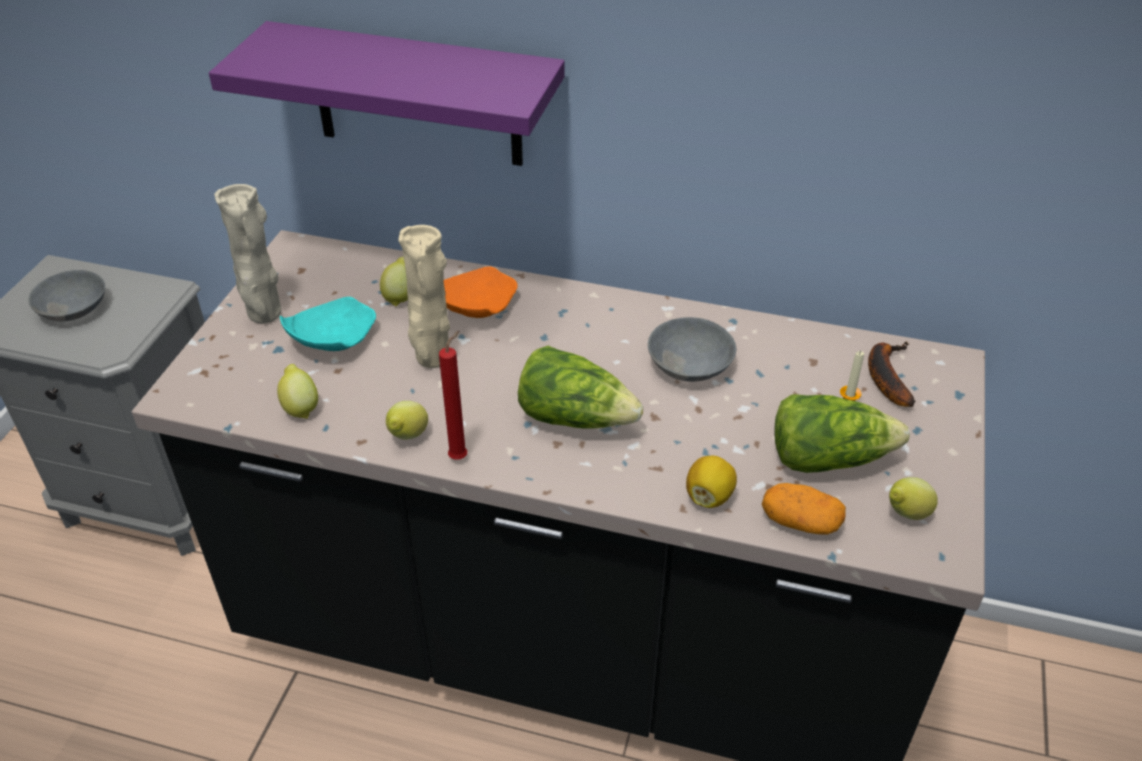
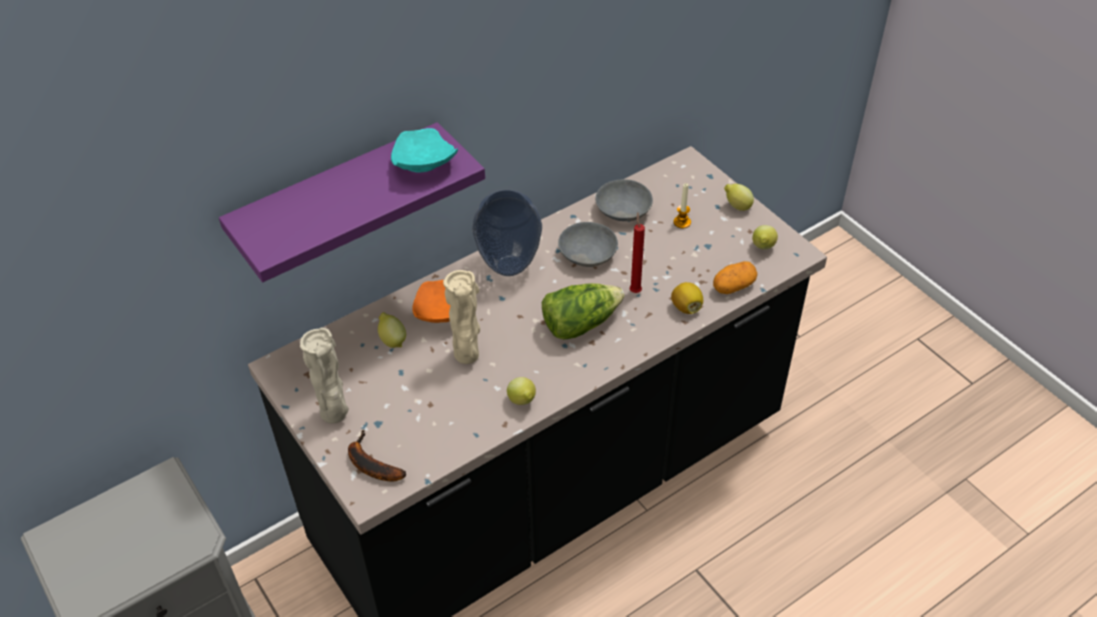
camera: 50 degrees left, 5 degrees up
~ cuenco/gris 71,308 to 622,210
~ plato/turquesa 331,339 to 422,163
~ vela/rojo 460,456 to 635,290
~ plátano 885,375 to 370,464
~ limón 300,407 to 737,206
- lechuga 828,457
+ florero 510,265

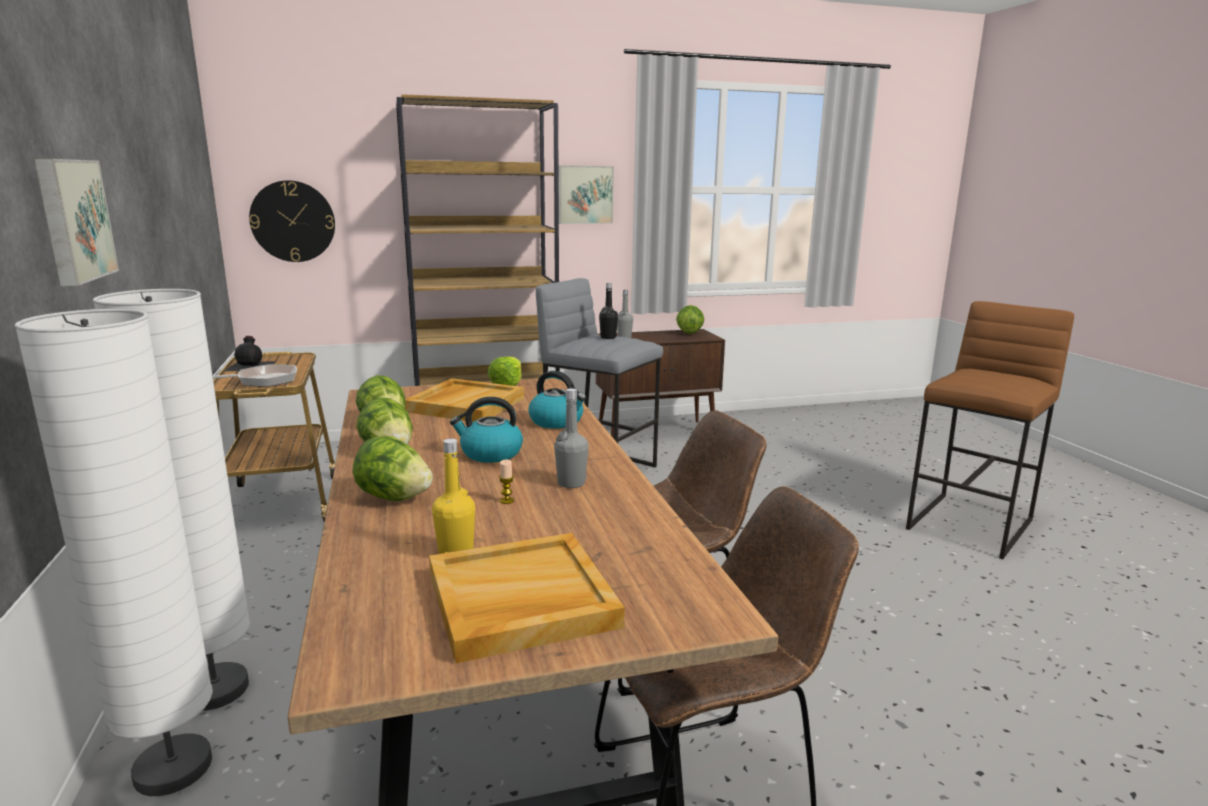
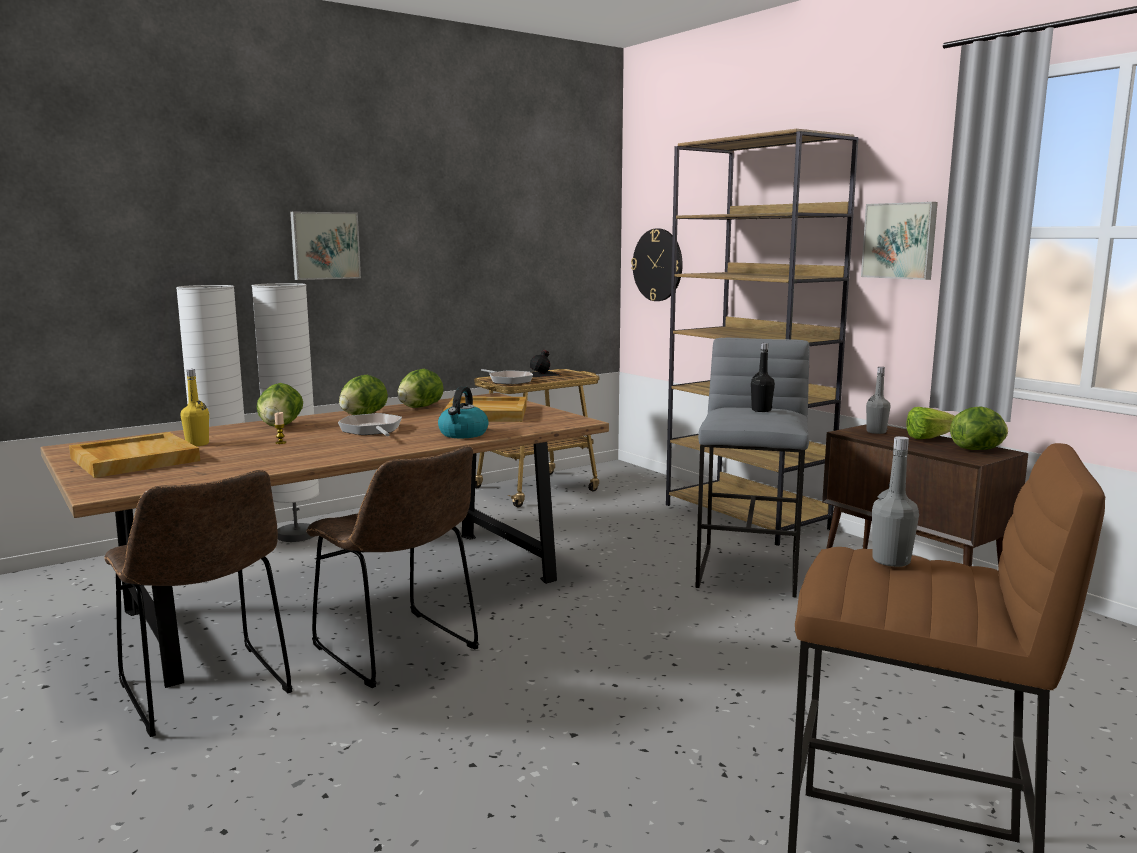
camera: 70 degrees right, 5 degrees down
~ lechuga 510,384 to 933,438
~ botella/gris 571,483 to 891,561
~ hervidor 490,454 to sartén 372,430

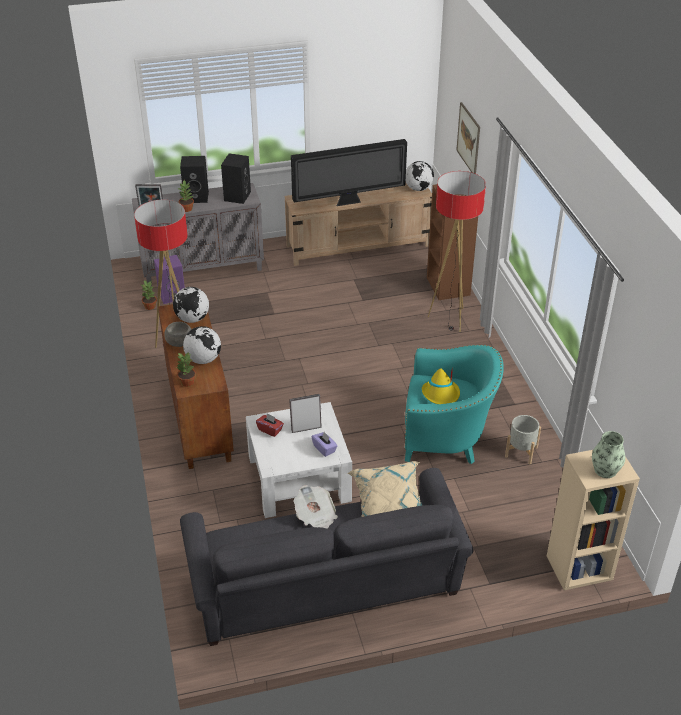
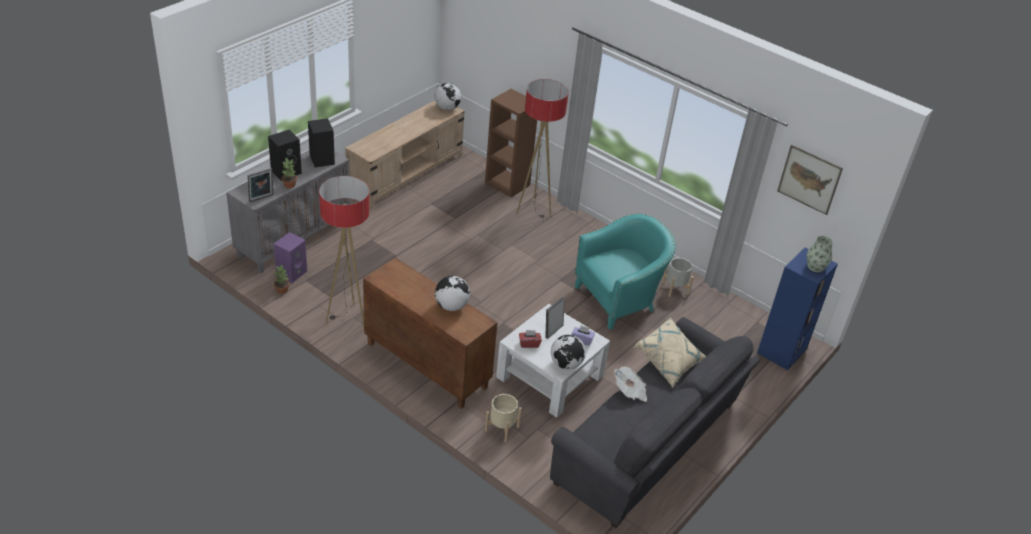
camera: 40 degrees left, 0 degrees up
~ cuadro 468,139 to 809,179
- televisor 349,202
~ globo terráqueo 192,319 to 566,364
- cuenco/gris 179,342
- planta en maceta 187,382
- sombrero/amarillo 441,394
~ estantería/beis 579,568 to estantería/azul 782,351
+ maceta/beis 502,428

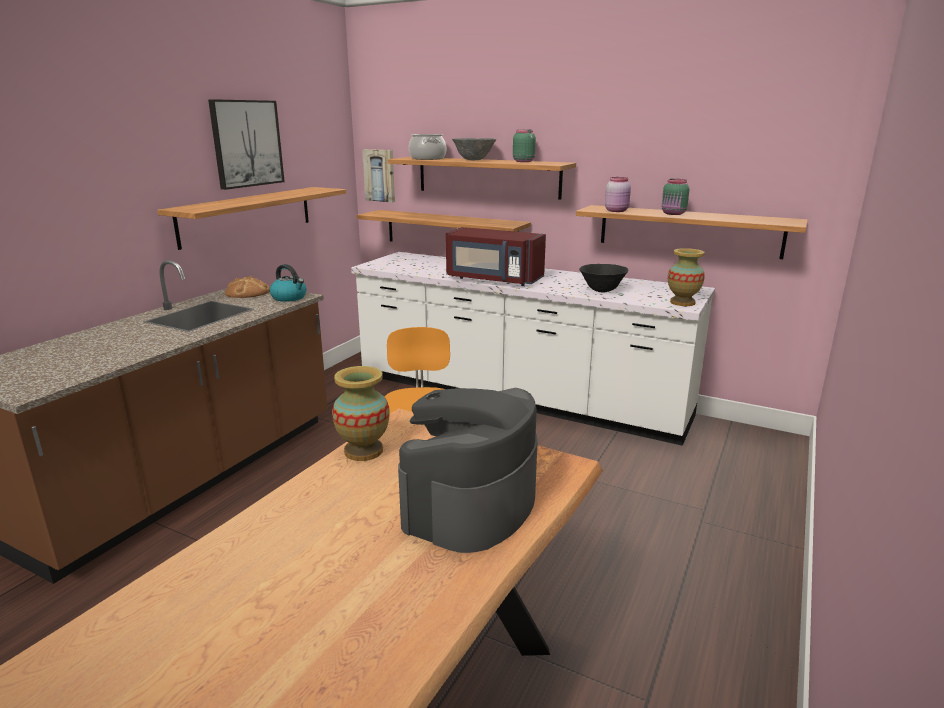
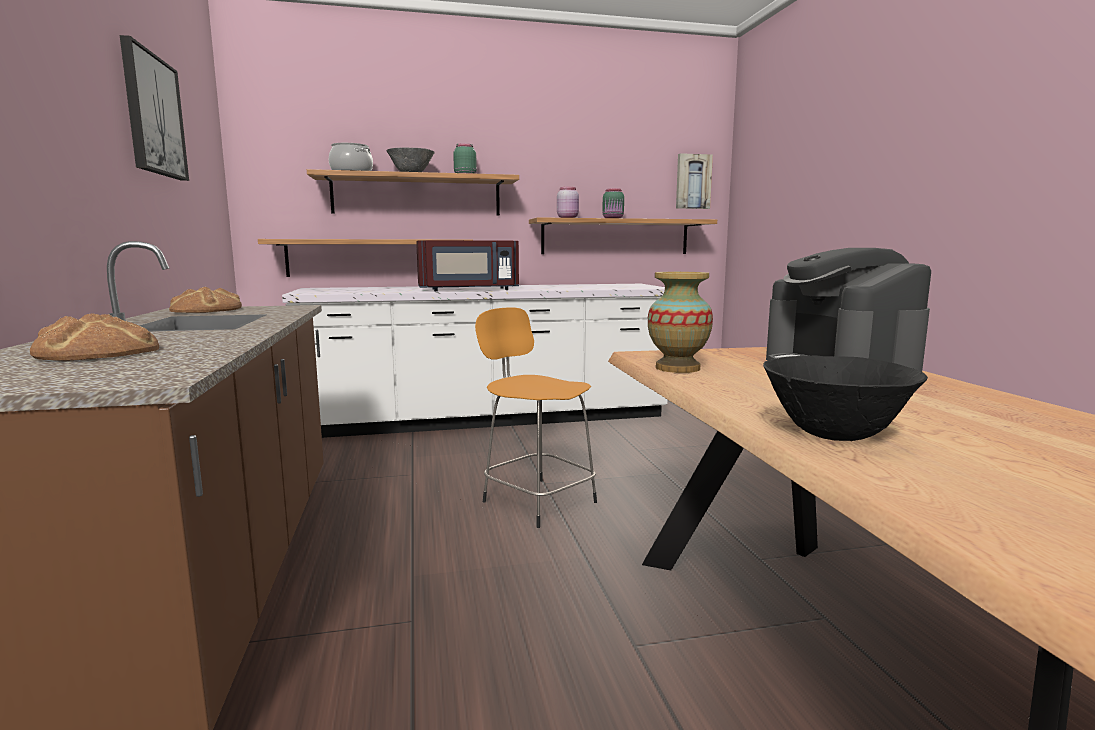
camera: 40 degrees left, 10 degrees down
~ cuadro 380,175 to 693,181
- estante 247,215
- florero 682,303
- hervidor 289,297
~ cuenco/negro 602,291 to 834,436
+ pan 97,352

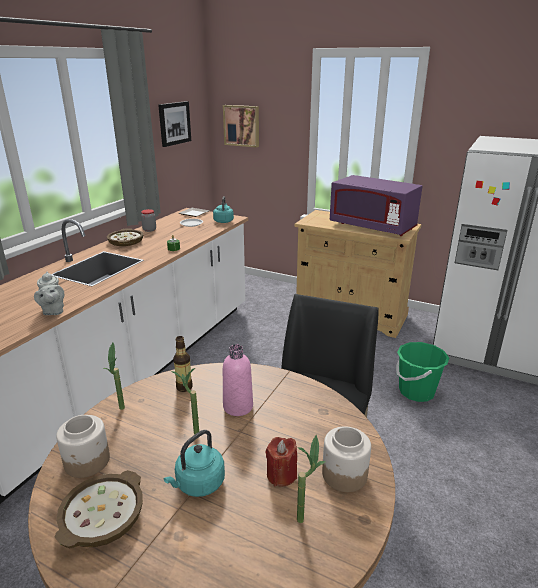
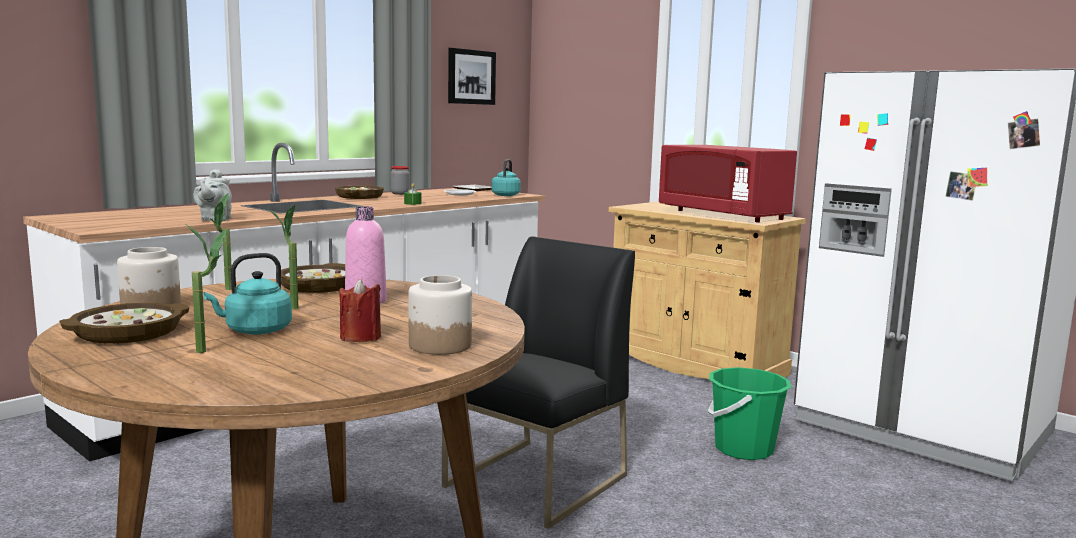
camera: 15 degrees right, 15 degrees down
- cuadro 242,125
~ microondas/morado 372,227 to microondas/rojo 723,215
~ botella 184,387 to cuenco 317,286
~ planta en maceta 305,515 to 211,350

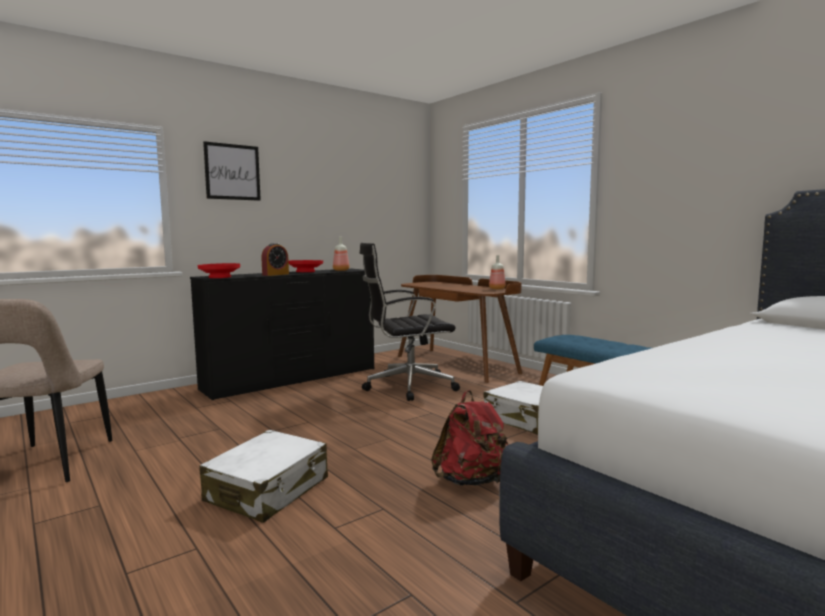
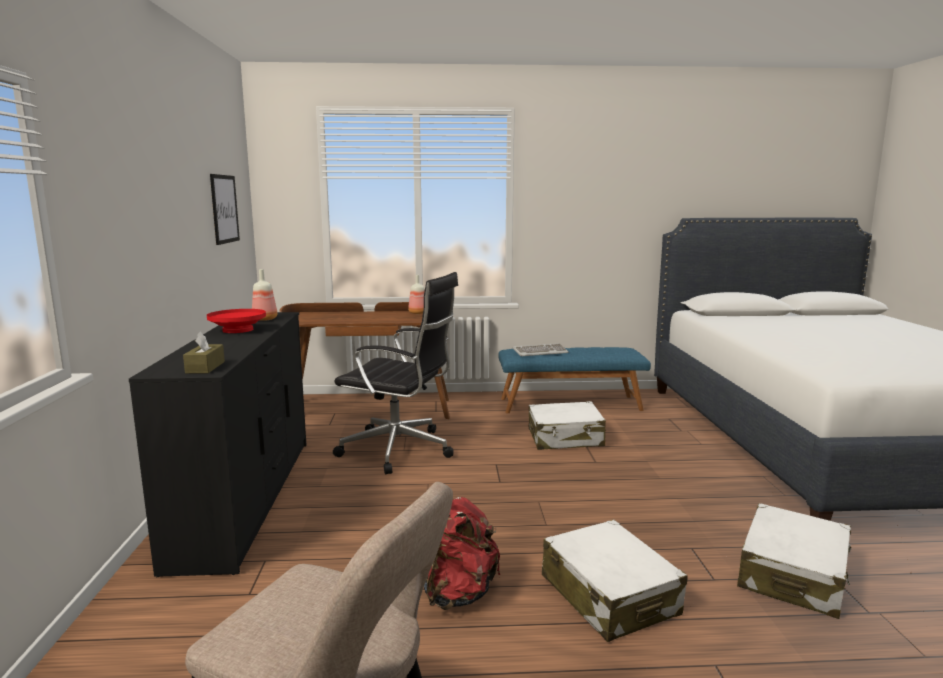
camera: 55 degrees left, 5 degrees up
~ cuadro 232,172 to 224,209
- despertador 275,274
~ silla de oficina/negro 407,386 = 400,450 90 degrees counterclockwise
~ cuenco/rojo 219,277 to caja de pañuelos/marrón 205,367
~ mochila/rojo 472,481 to 459,593
+ teclado 540,352
+ maleta/blanco 793,575

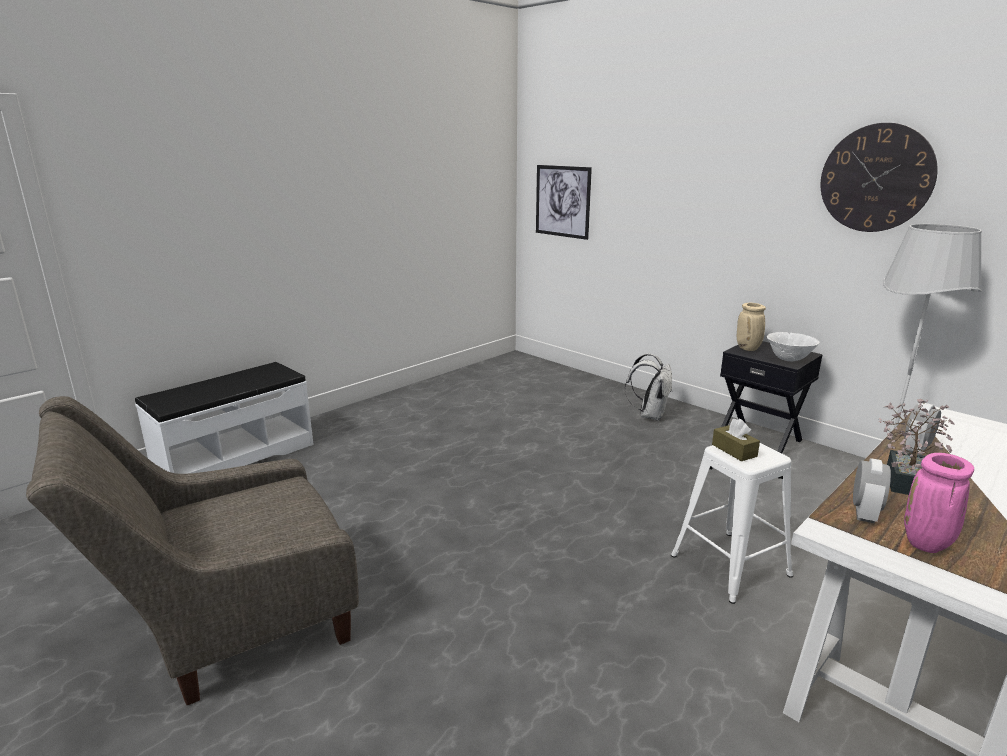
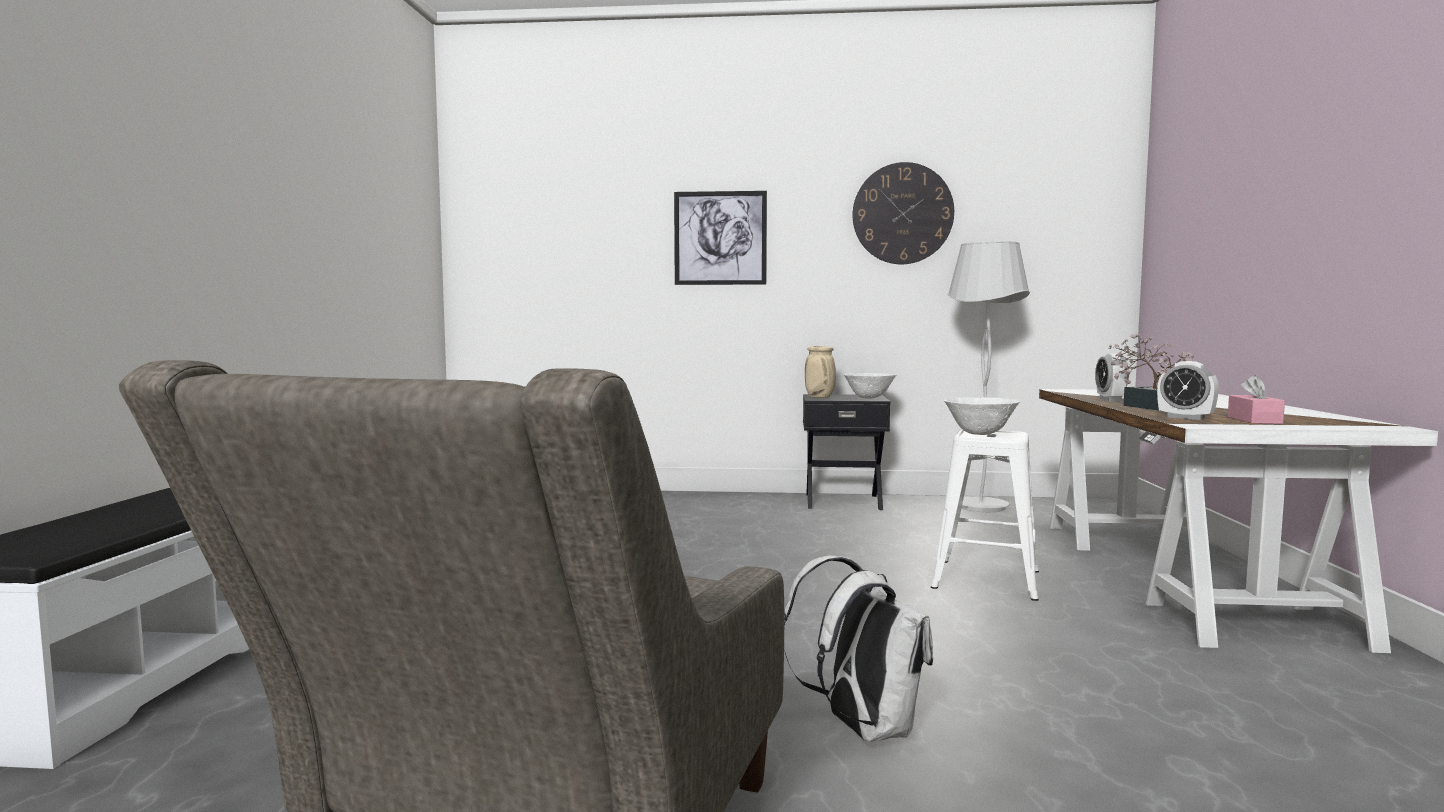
camera: 40 degrees left, 15 degrees down
~ cuadro 562,201 to 720,238
~ mochila/blanco 650,415 to 861,728
~ caja de pañuelos/marrón 734,450 to cuenco/blanco 980,434
~ florero/rosa 926,545 to caja de pañuelos/rosa 1254,420
~ despertador 864,513 = 1185,418 150 degrees clockwise

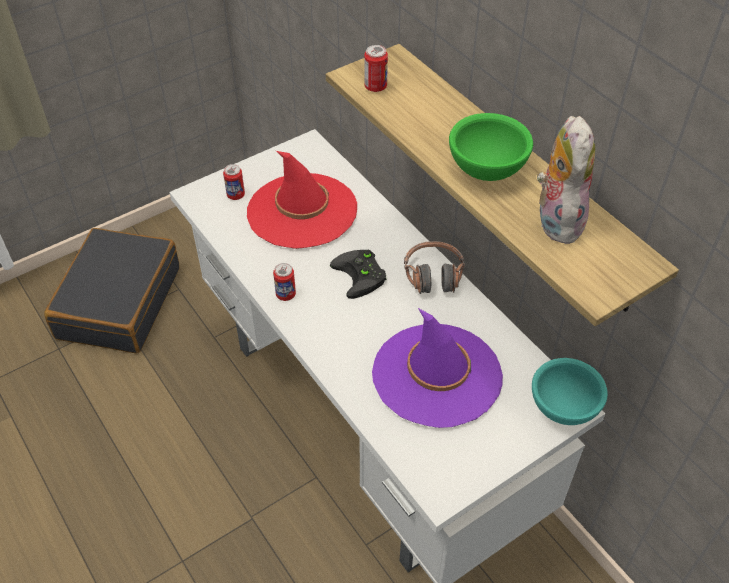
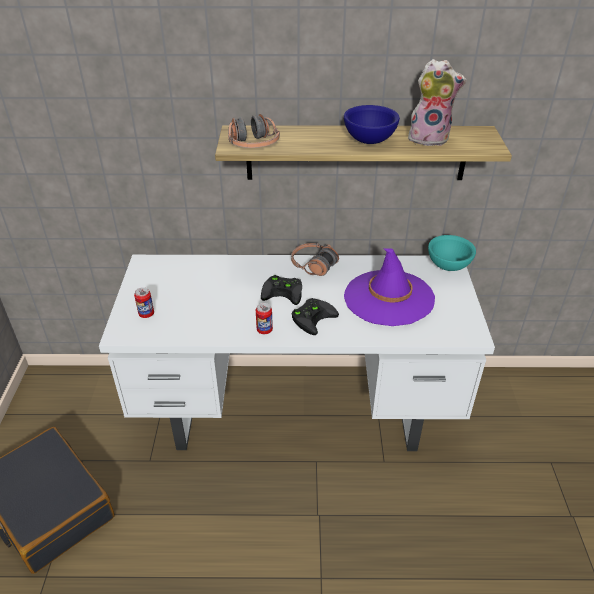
camera: 55 degrees left, 10 degrees down
~ lata 375,87 to auriculares 253,144
~ cuenco/verde 487,168 to cuenco/azul 368,140
~ peluche 556,219 = 429,138 150 degrees clockwise
- sombrero/rojo 302,211
+ mando de consola/negro 313,317

